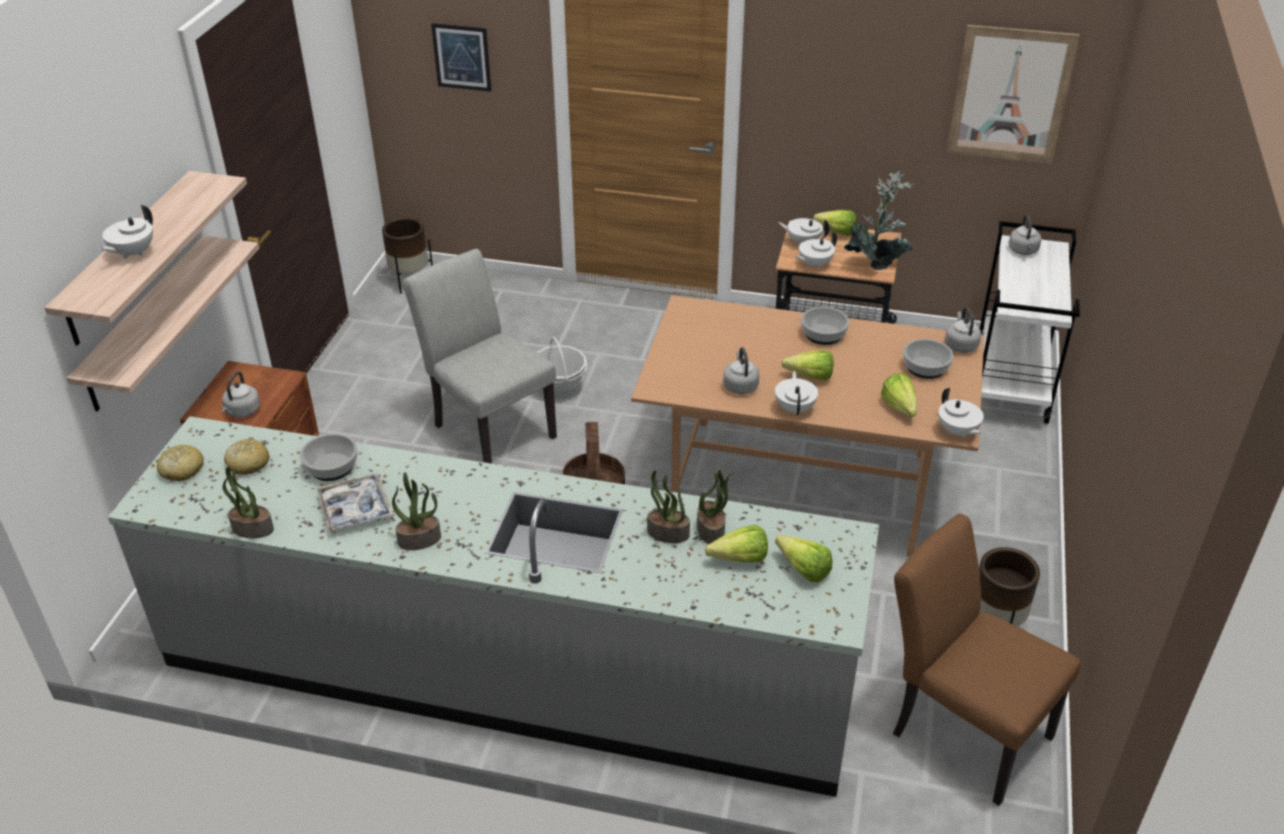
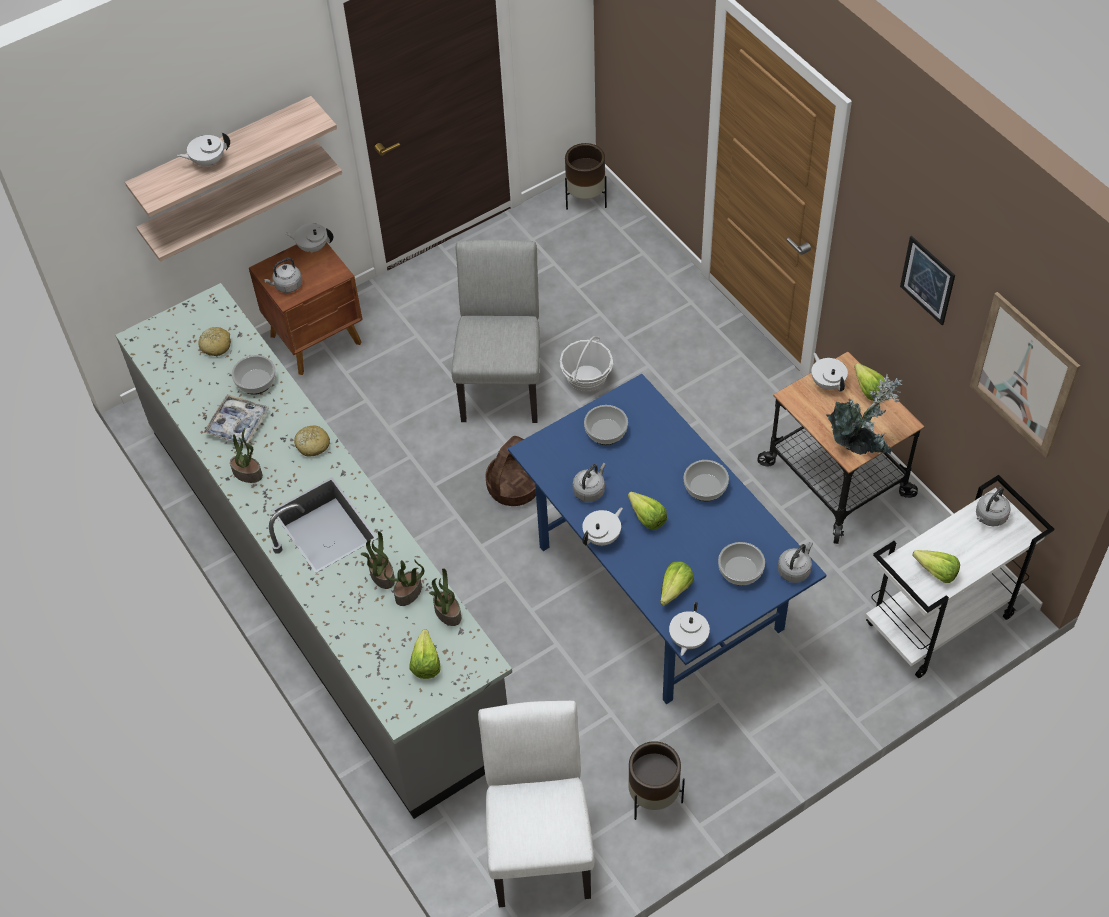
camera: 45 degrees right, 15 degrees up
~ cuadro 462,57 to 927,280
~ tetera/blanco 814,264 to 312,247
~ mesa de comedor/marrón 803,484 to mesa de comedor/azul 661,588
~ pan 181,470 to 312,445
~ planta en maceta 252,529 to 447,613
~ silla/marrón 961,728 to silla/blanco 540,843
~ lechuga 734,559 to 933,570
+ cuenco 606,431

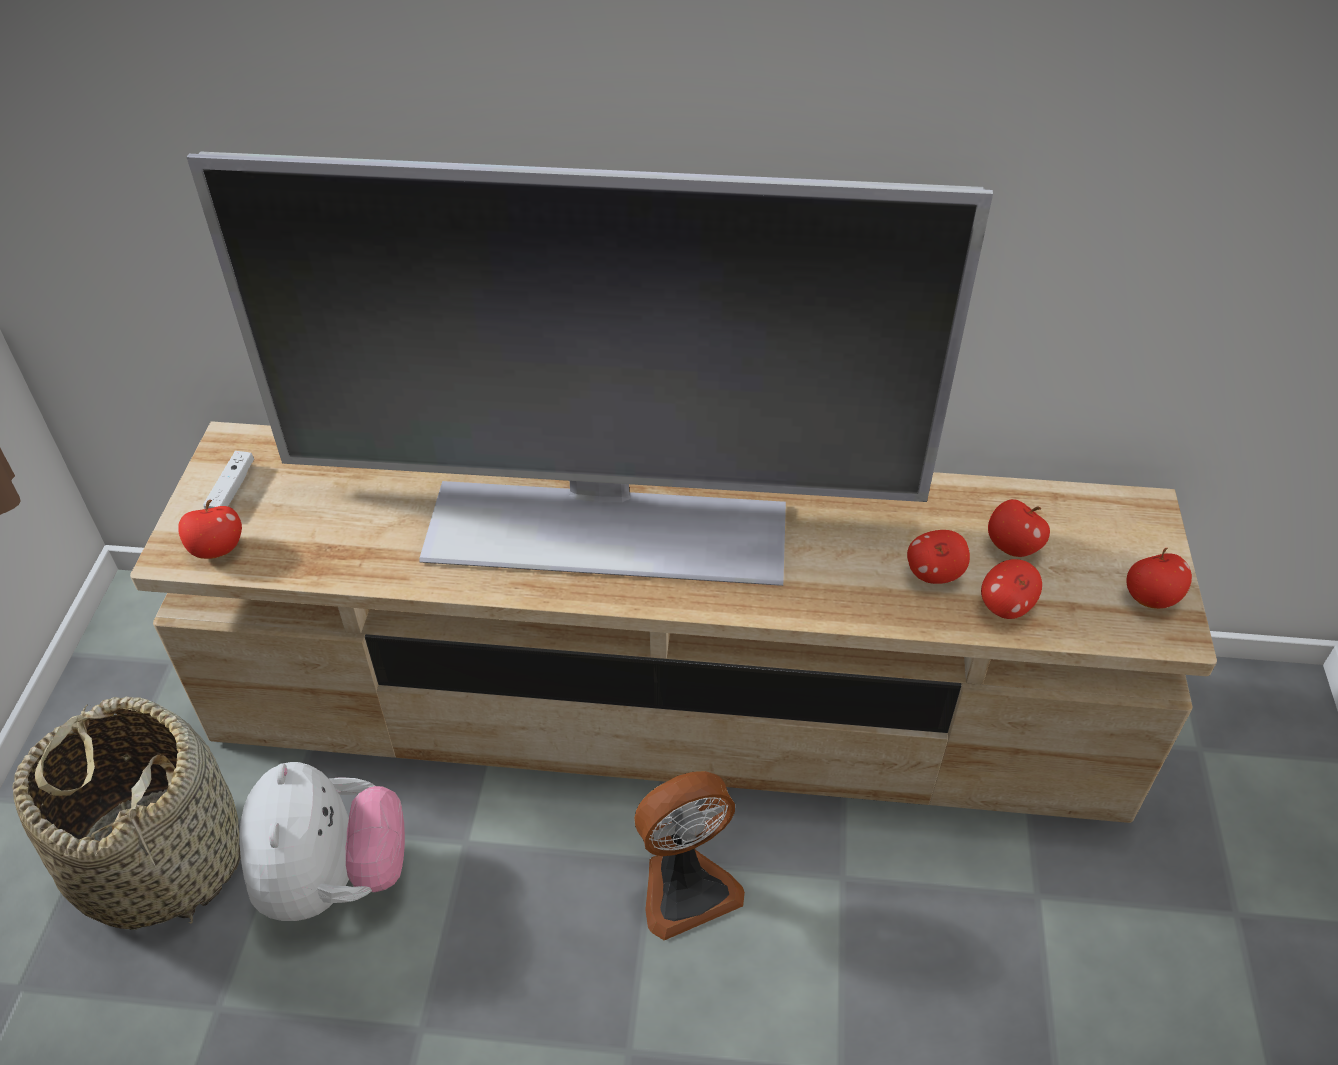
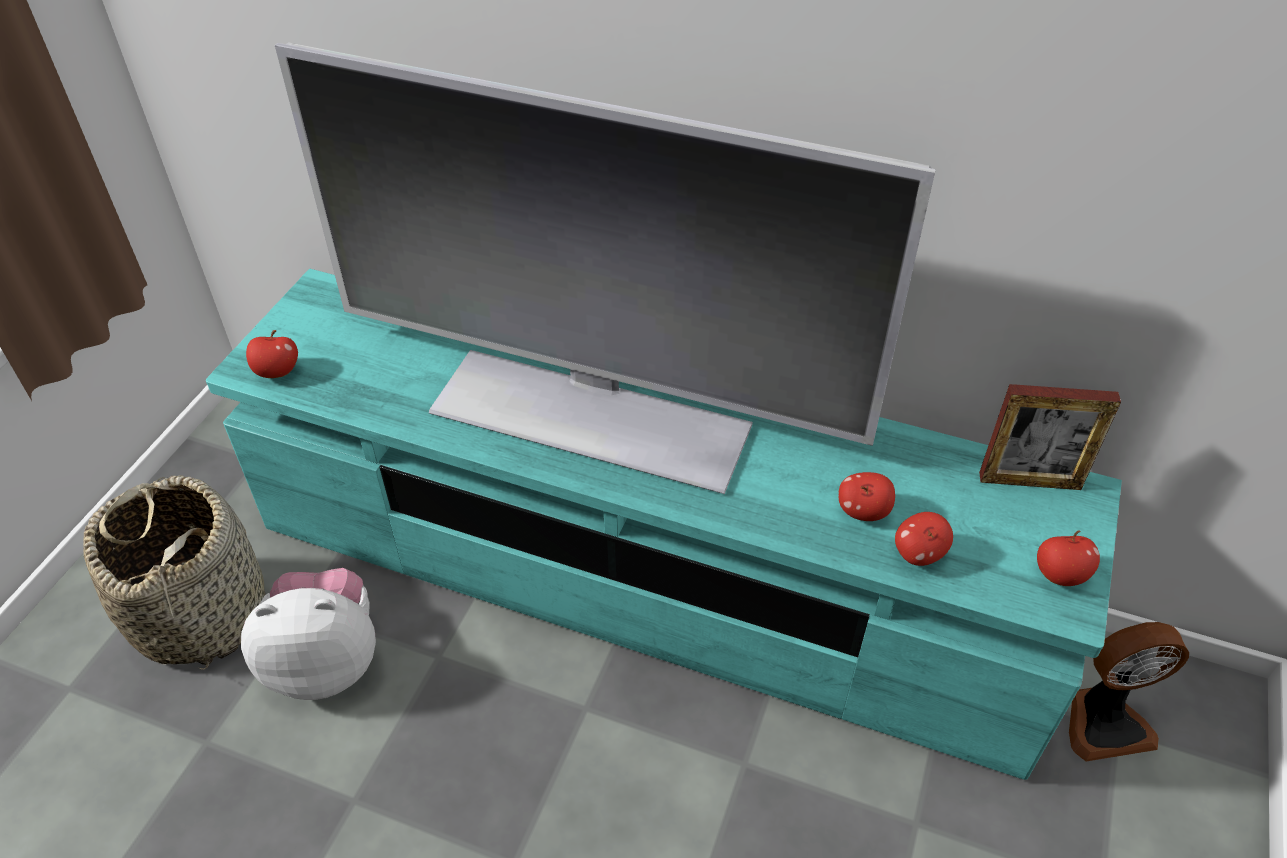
camera: 15 degrees right, 0 degrees up
~ mueble de televisión/beis 669,701 to mueble de televisión/turquesa 643,577
- mando de consola/blanco 232,489
- manzana 1012,547
~ peluche 333,878 = 326,661 105 degrees counterclockwise
~ ventilador 685,886 to 1104,721
+ portarretratos 1029,481

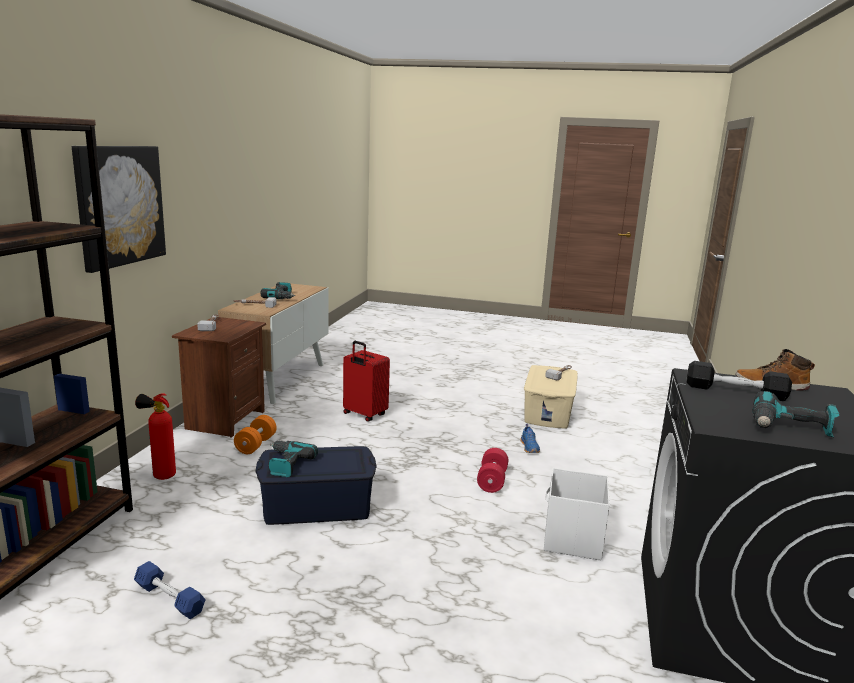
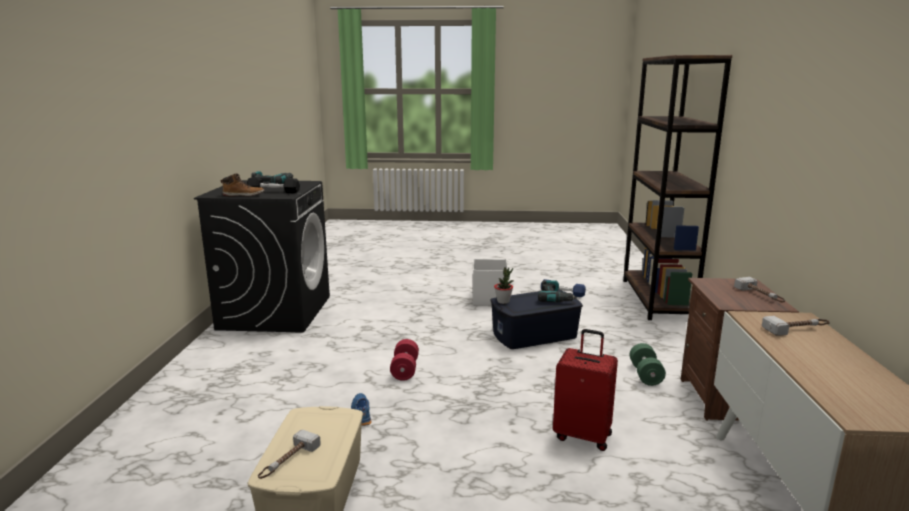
camera: 170 degrees right, 0 degrees up
- cuadro 120,205
- taladro 281,297
- extintor 160,475
~ mancuerna/naranja 256,445 to mancuerna/verde 645,375
~ caja de almacenaje/blanco 572,540 to 490,299
+ planta en maceta 503,301

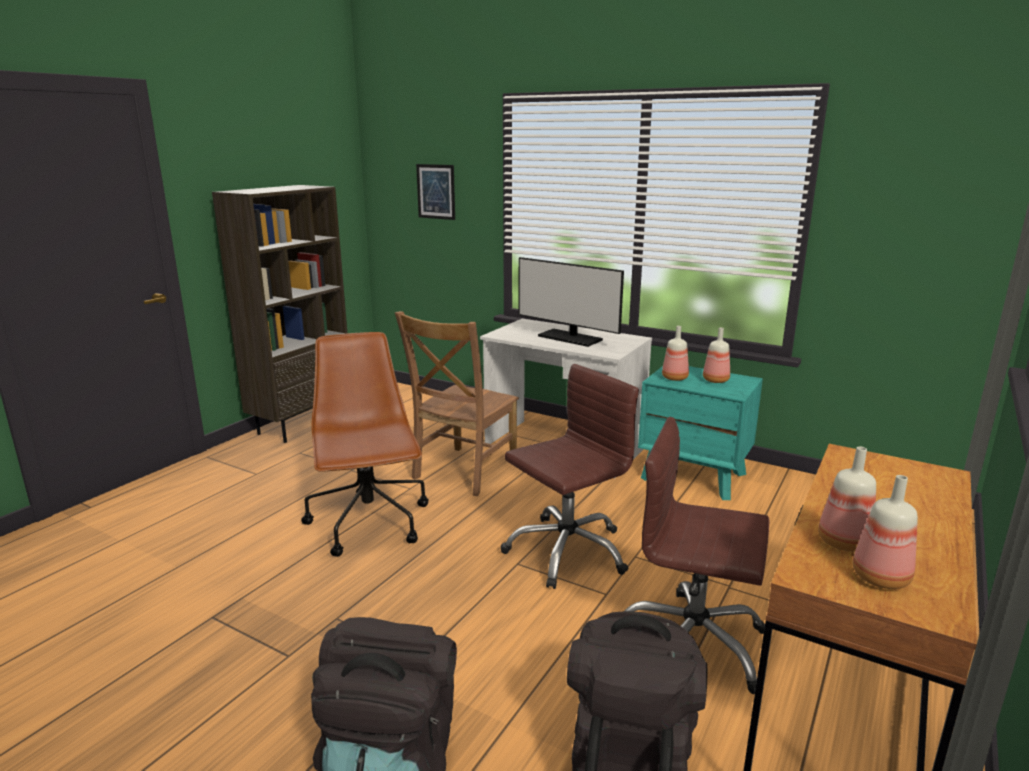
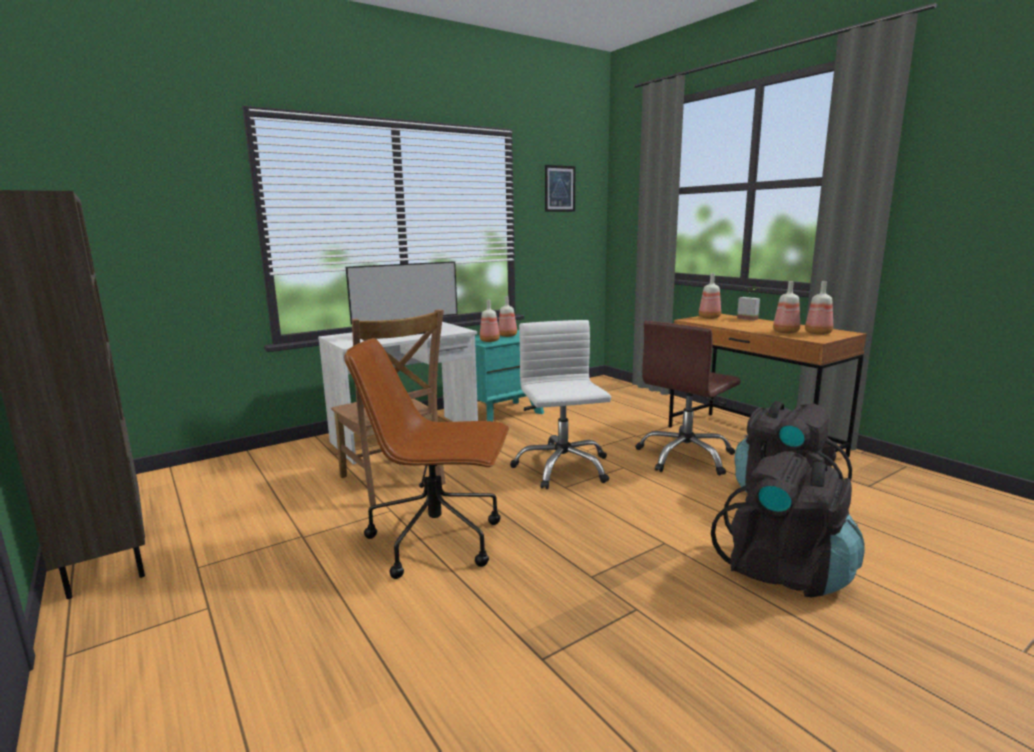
camera: 65 degrees left, 5 degrees down
~ cuadro 436,191 to 560,188
~ silla de oficina/marrón 566,551 to silla de oficina/blanco 562,468
+ botella 709,318
+ planta en maceta 749,318

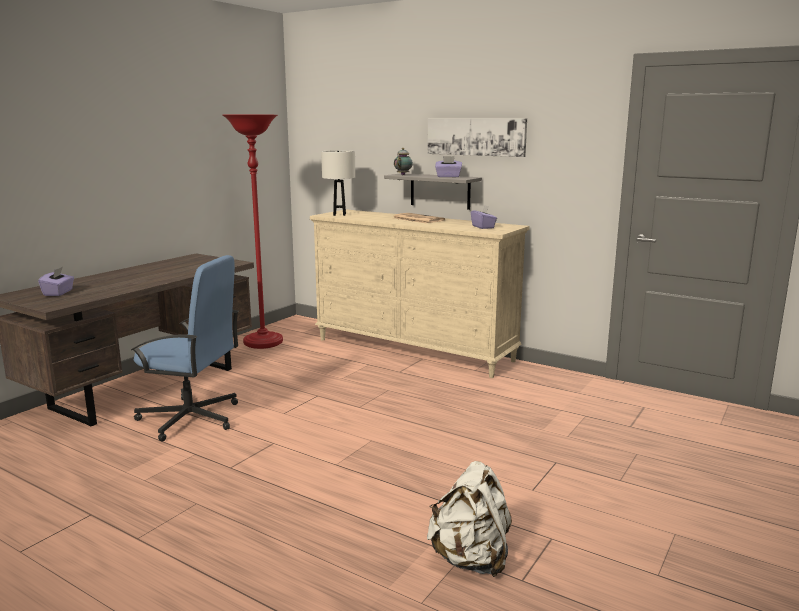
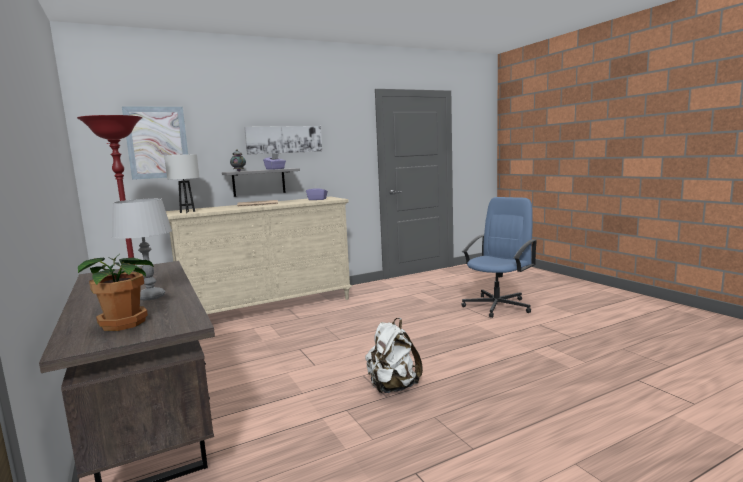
camera: 60 degrees left, 5 degrees down
~ silla de oficina/azul 191,418 to 498,306
~ caja de pañuelos/morado 58,293 to planta en maceta 125,323
~ mochila/blanco 471,559 to 392,387
+ cuadro 157,142
+ lámpara de mesa/gris 151,297

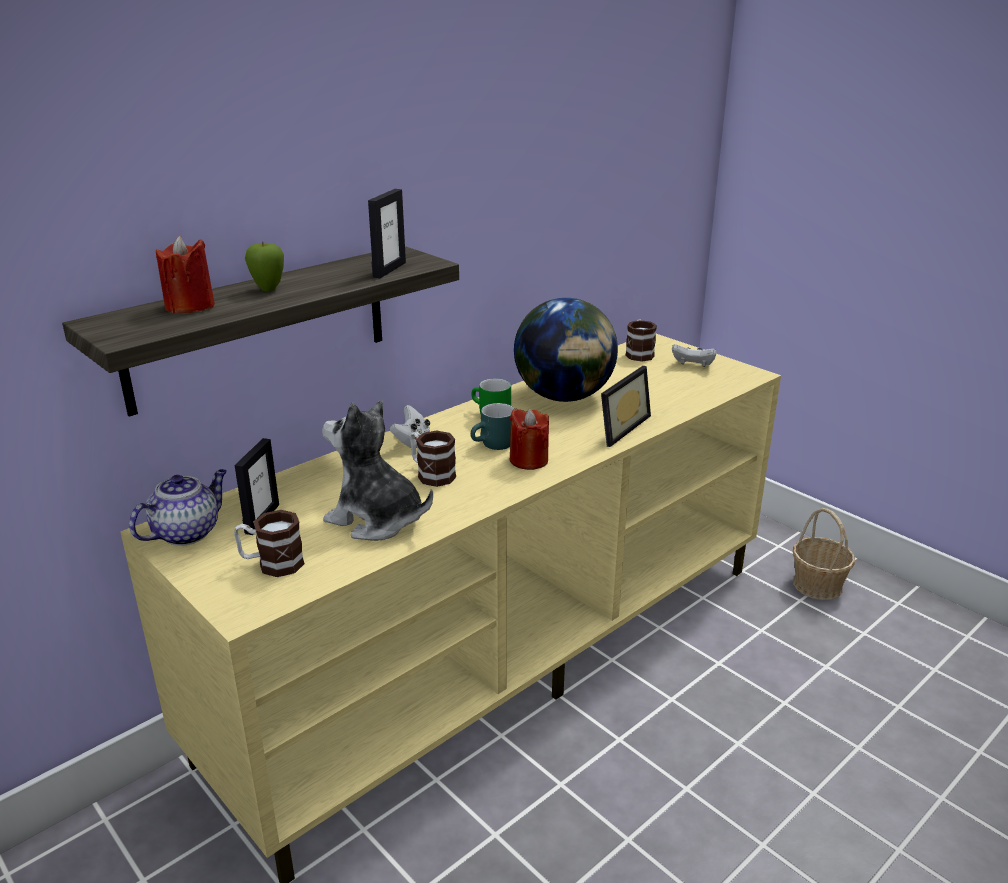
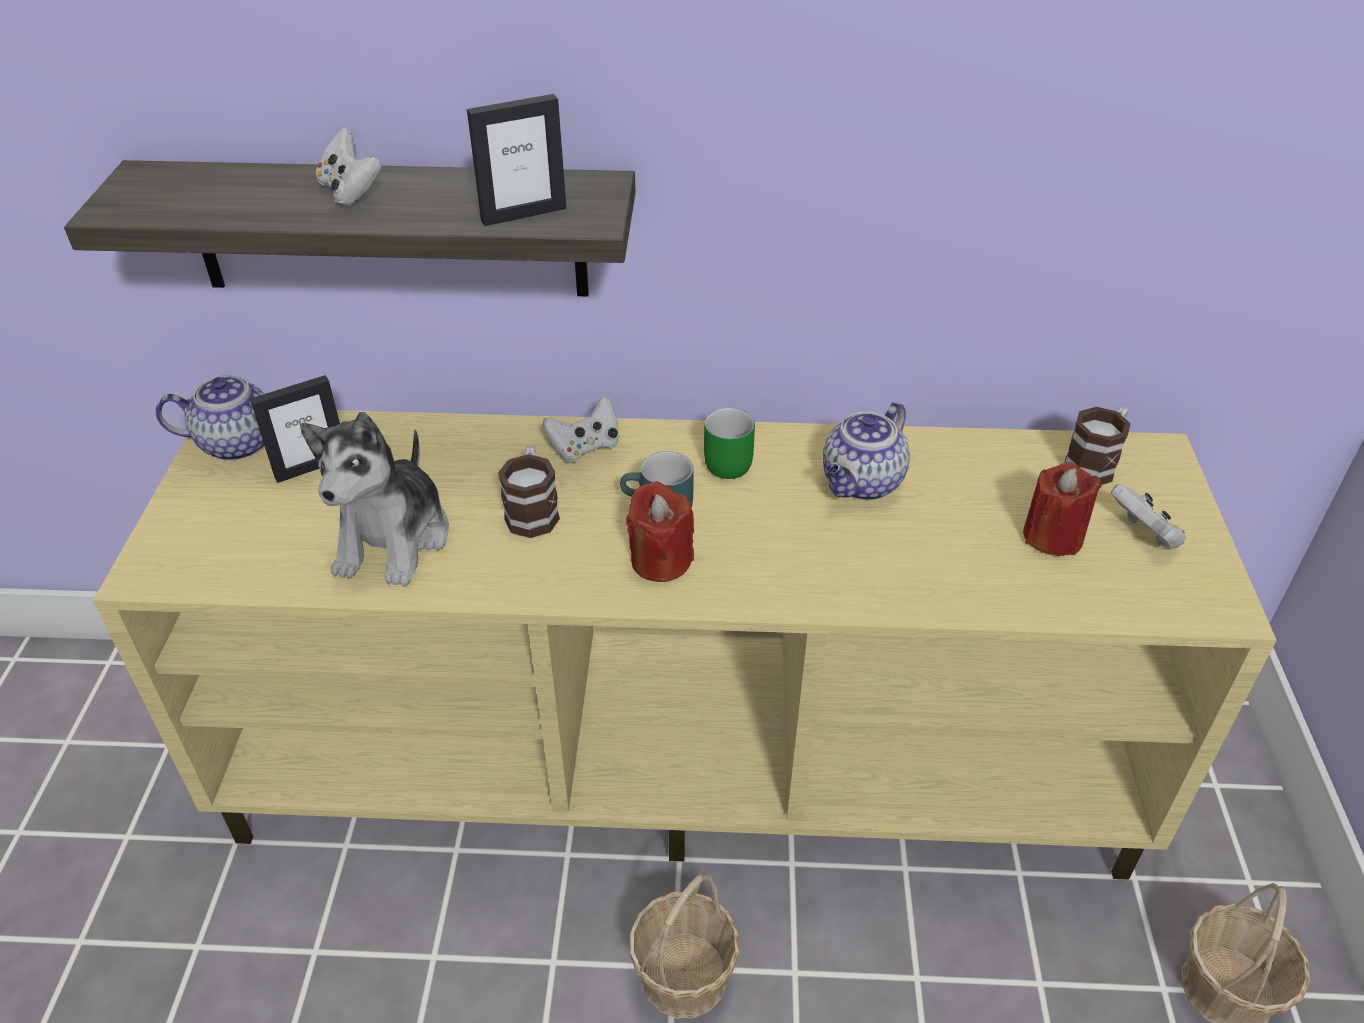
camera: 45 degrees right, 15 degrees up
~ vela/rojo 190,306 to 1052,536
~ manzana 268,289 to mando de consola/blanco 350,192
~ globo terráqueo 564,397 to tetera 862,484
- portarretratos 617,427
~ peluche 376,520 = 394,539 150 degrees counterclockwise
- taza grande 271,564
+ cesta 685,975

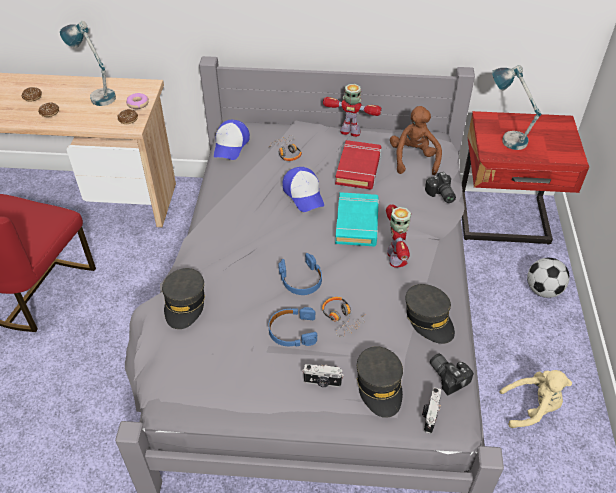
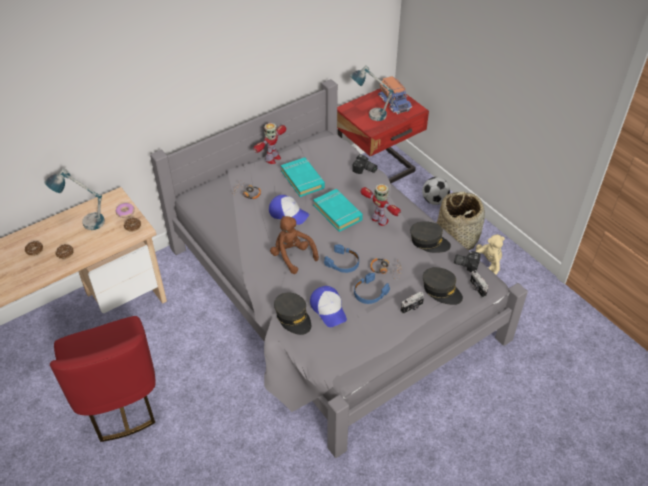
camera: 40 degrees left, 0 degrees up
~ robot de juguete 351,132 = 272,159 150 degrees clockwise
~ peluche/marrón 413,159 to 292,256
~ gorra 231,145 to 328,309
~ libro/rojo 358,168 to libro/turquesa 303,179
+ camión de juguete 395,102
+ cesta 457,237

